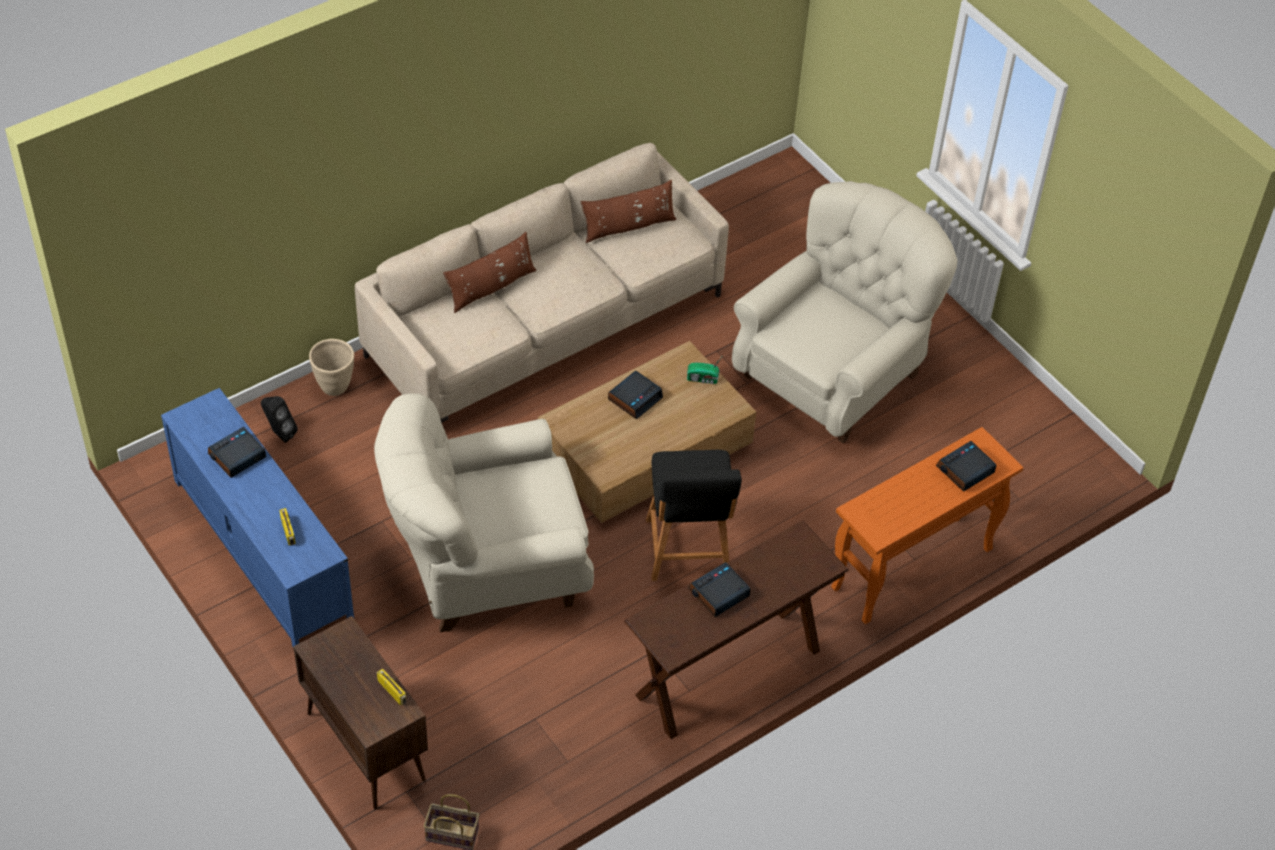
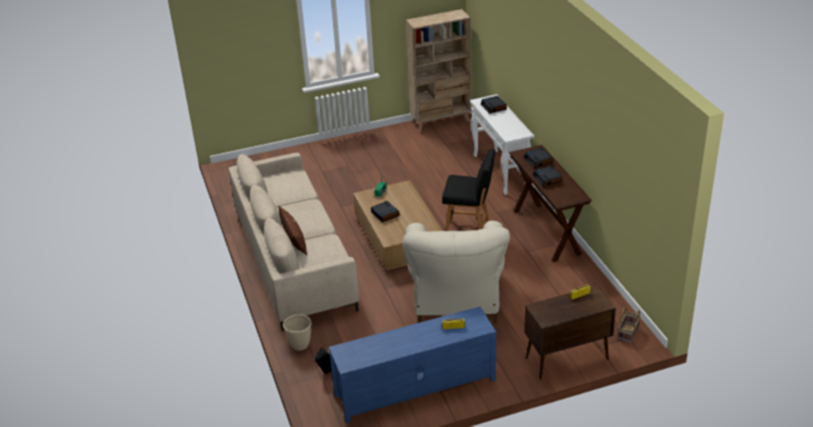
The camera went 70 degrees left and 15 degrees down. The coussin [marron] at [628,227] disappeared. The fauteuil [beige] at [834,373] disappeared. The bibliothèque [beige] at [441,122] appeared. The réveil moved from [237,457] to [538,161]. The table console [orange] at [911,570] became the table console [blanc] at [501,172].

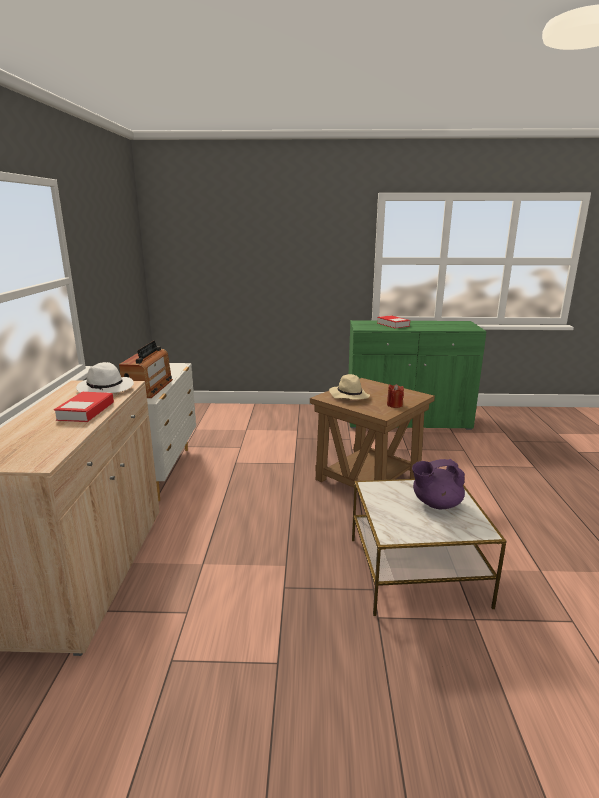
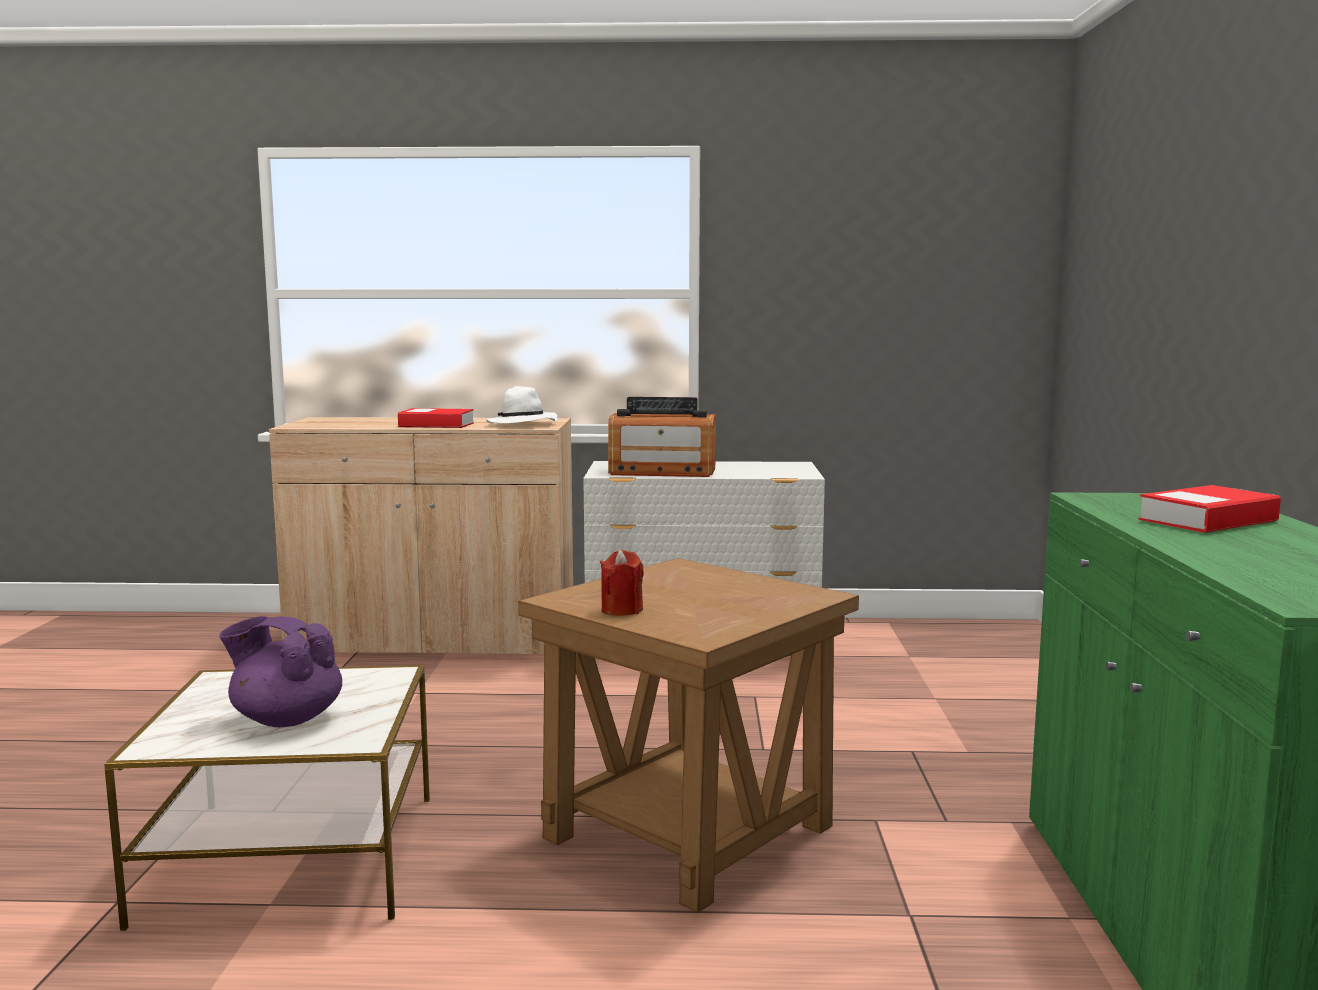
The camera went 90 degrees right and 10 degrees down. The chapeau [beige] at [349,395] disappeared. The théière [violet] at [435,504] turned 60 degrees counterclockwise.

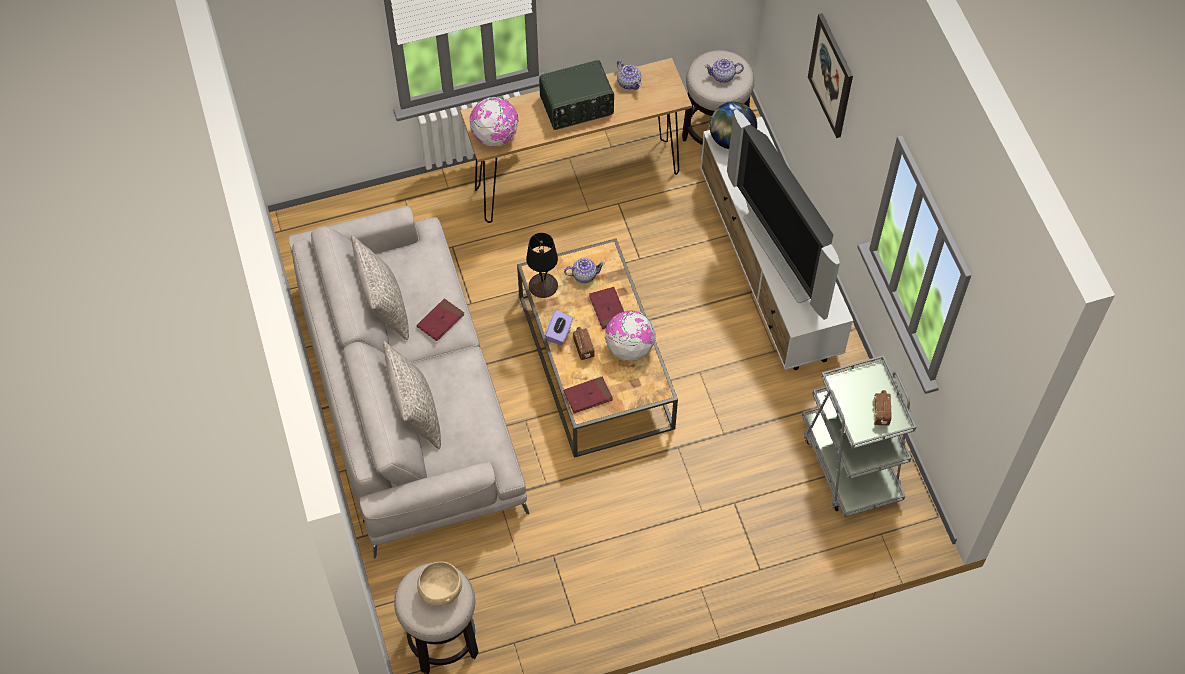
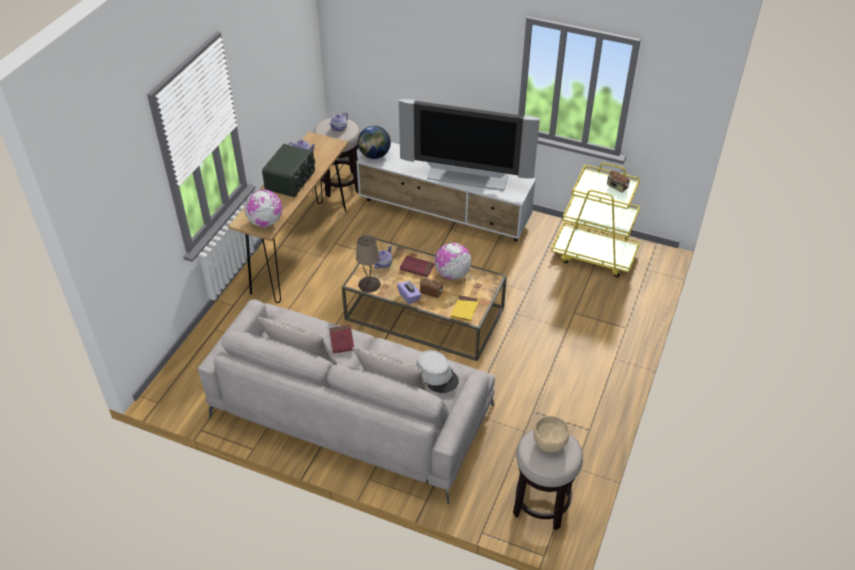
The camera went 50 degrees left and 15 degrees down. The tableau at [831,75] disappeared. The chapeau [gris] at [436,376] appeared. The lampe de table [noir] at [543,285] became the lampe de table [beige] at [369,284]. The livre [rouge] at [588,396] became the livre [jaune] at [464,309]. The chariot [gris] at [850,463] became the chariot [jaune] at [594,255].

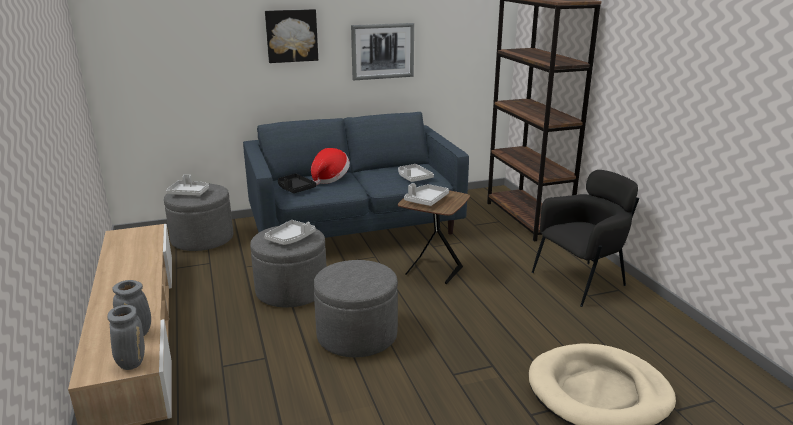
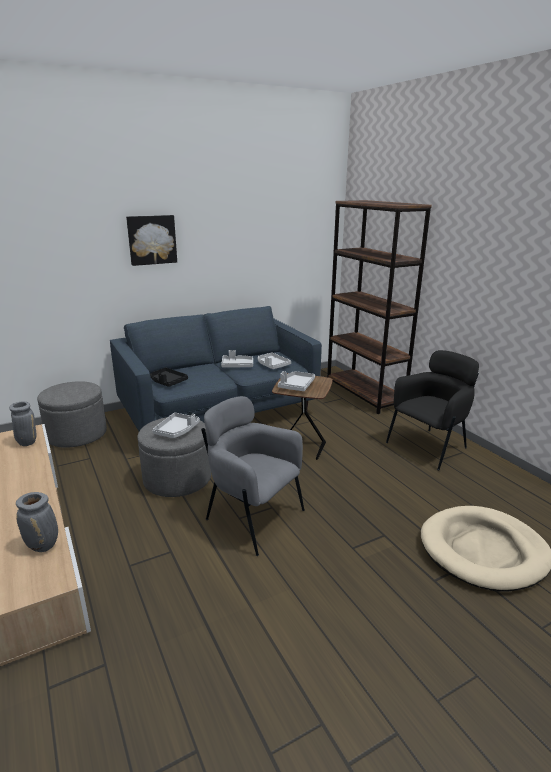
The camera went 10 degrees left and 0 degrees up. The chapeau at [329,178] disappeared. The tableau at [382,51] disappeared. The vase [gris] moved from [131,362] to [27,442]. The plateau [gris] moved from [189,193] to [237,366]. The pouf [gris] at [357,335] was replaced by the fauteuil [gris] at [252,518].

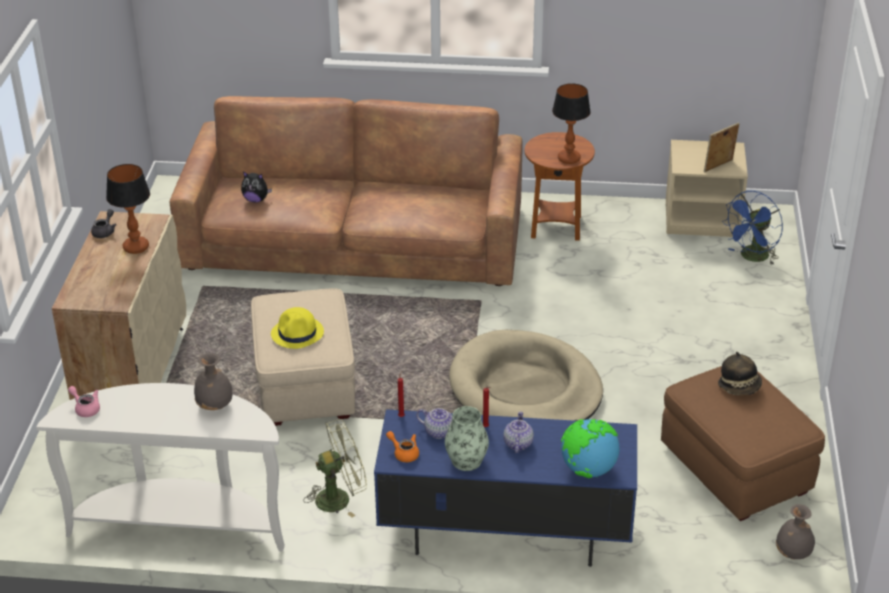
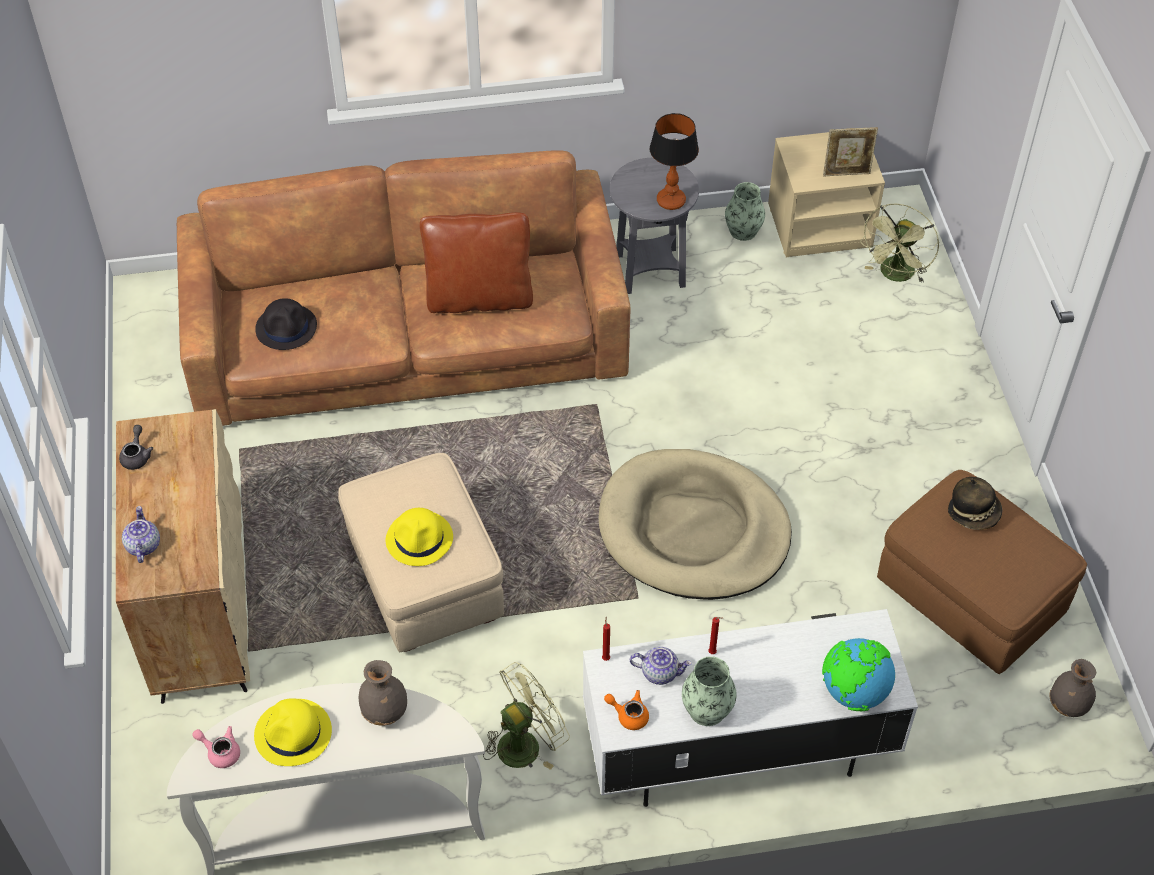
The camera went 15 degrees left and 15 degrees up. The lampe de table at [136,247] disappeared. The chapeau [jaune] at [293,734] appeared. The coussin [marron] at [479,298] appeared. The vase at [743,230] appeared. The théière moved from [517,443] to [143,545]. The peluche at [256,200] was replaced by the chapeau [noir] at [287,327]. The meuble télé [bleu] at [504,532] became the meuble télé [blanc] at [736,750]. The table d'appoint [marron] at [556,227] became the table d'appoint [gris] at [650,270]. The ventilateur [bleu] at [752,258] became the ventilateur [vert] at [895,276]. The cadre photo at [719,167] turned 135 degrees counterclockwise.

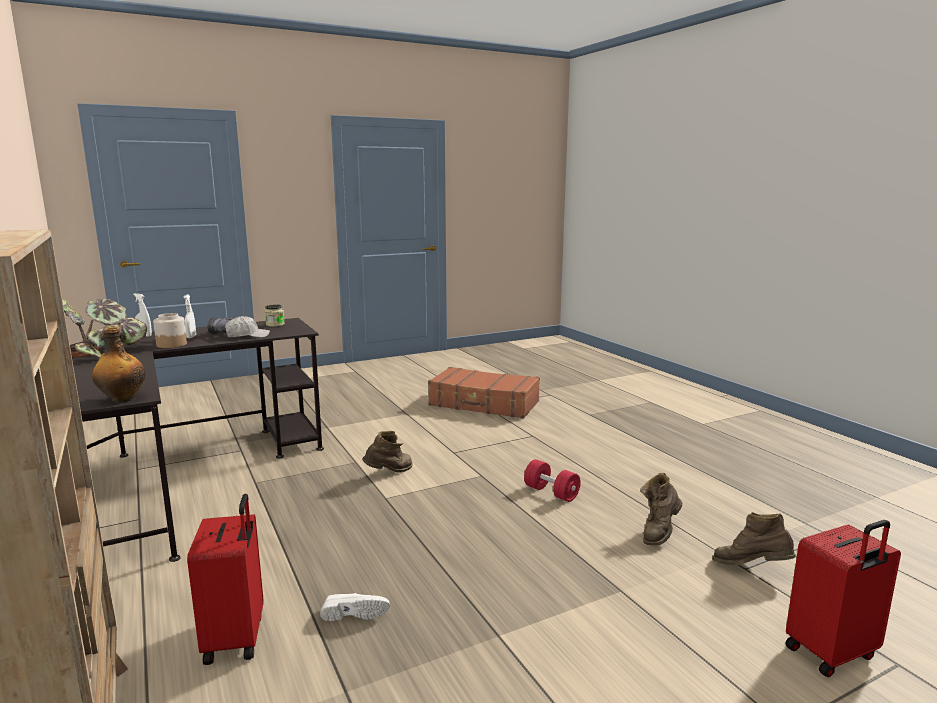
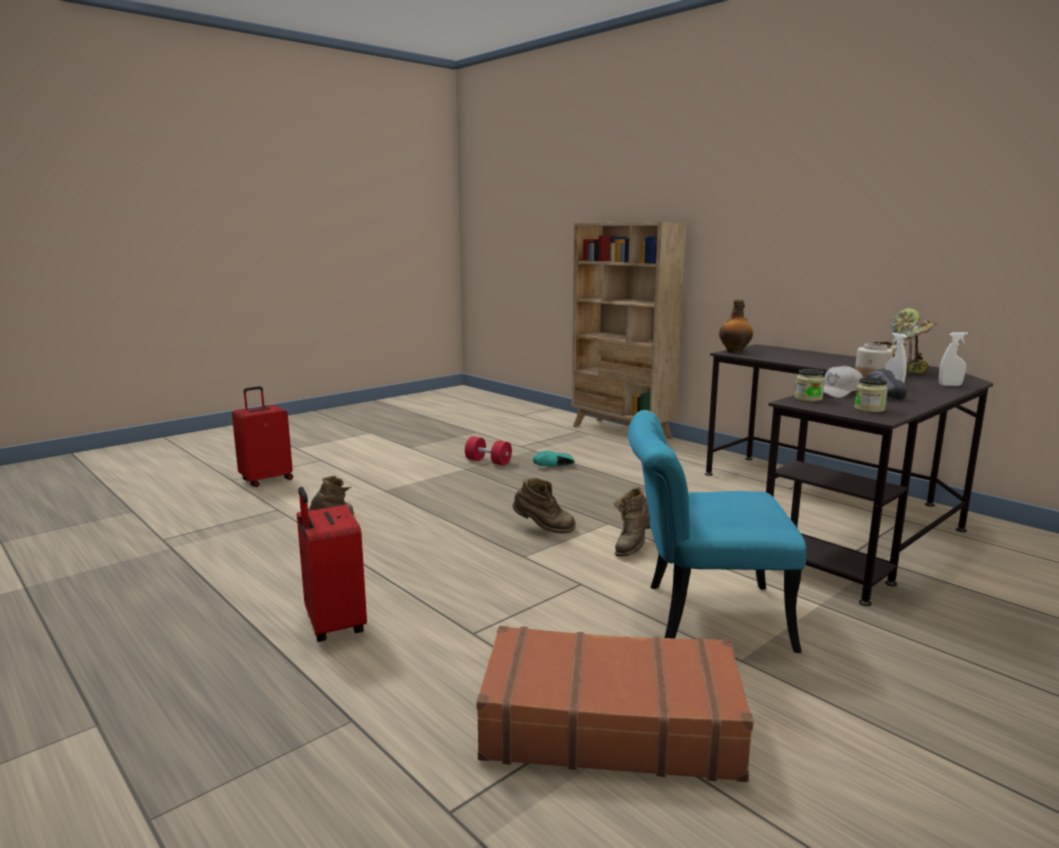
The camera went 165 degrees right and 0 degrees up. The chaise [turquoise] at [700,616] appeared. The bocal at [808,398] appeared. The valise [rouge] moved from [237,638] to [333,625]. The haltère [rouge] moved from [551,492] to [488,462]. The botte [marron] moved from [751,569] to [543,529]. The chaussure [blanc] at [355,613] became the chaussure [turquoise] at [555,467].

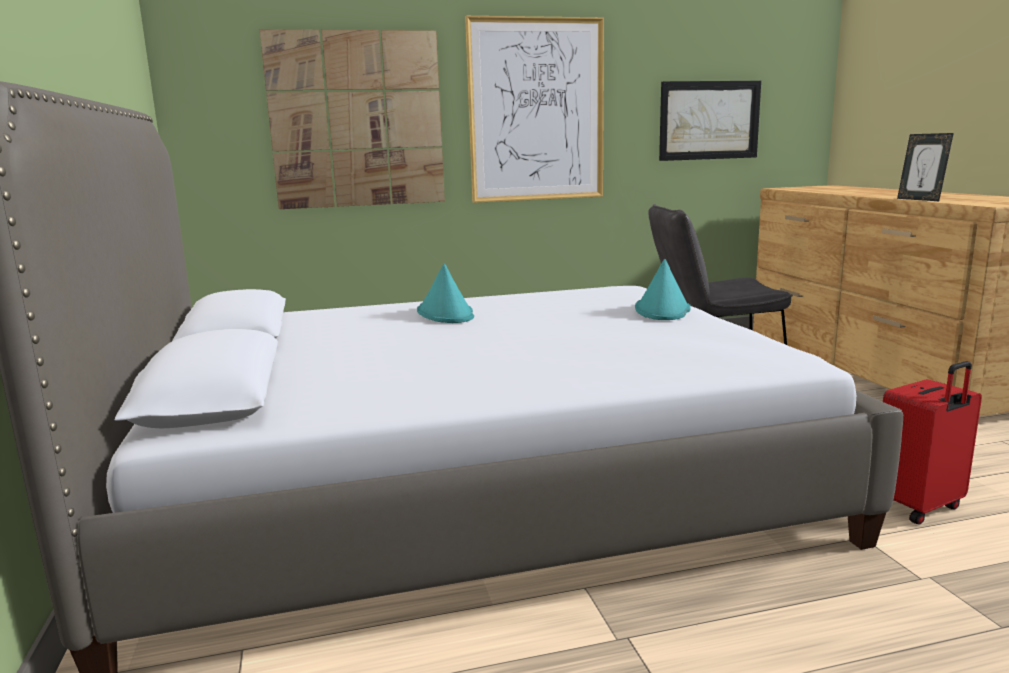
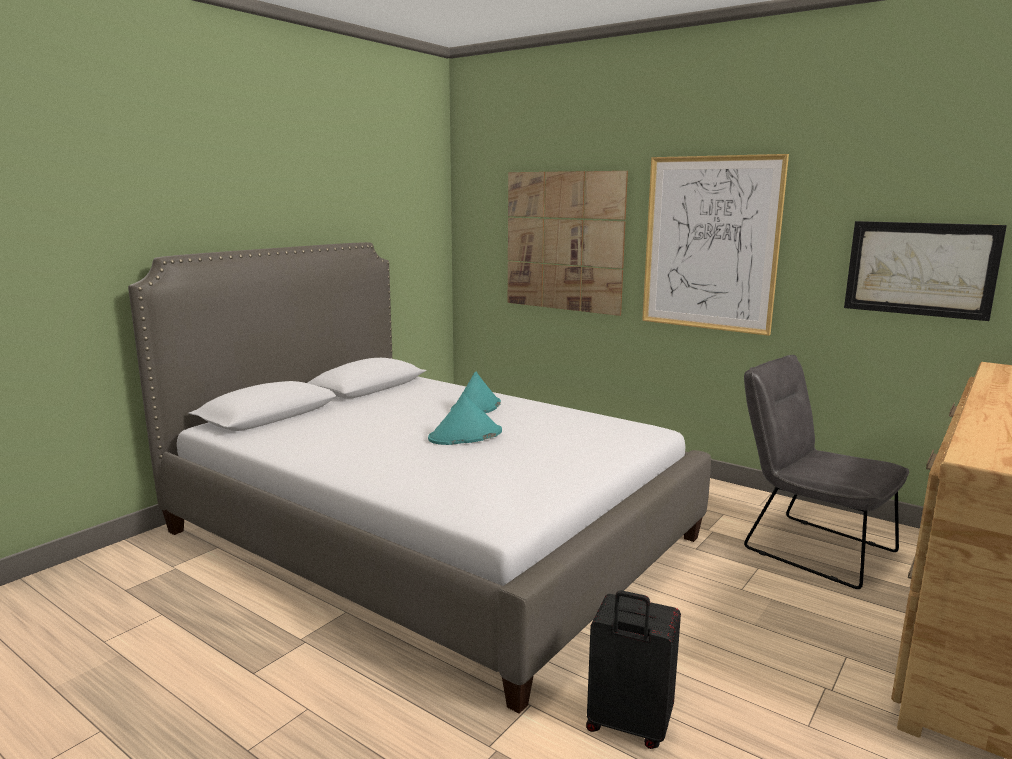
The camera went 50 degrees right and 0 degrees up. The cadre photo at [920,199] disappeared. The chapeau [turquoise] moved from [662,310] to [465,436]. The valise [rouge] at [919,507] became the valise [noir] at [628,726].

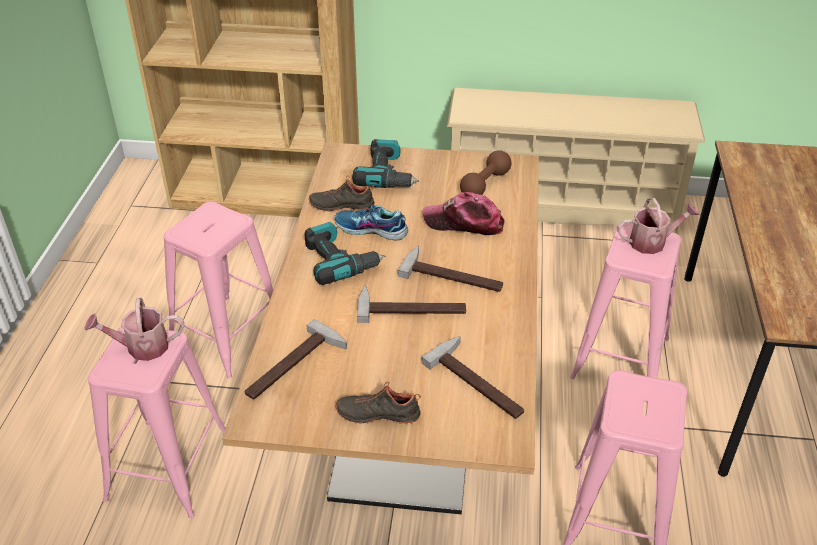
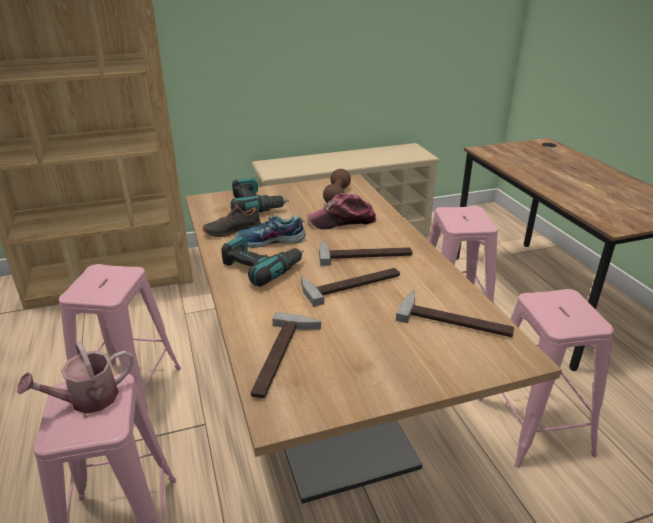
The camera went 25 degrees left and 10 degrees down. The chaussure [noir] at [378,413] disappeared. The arrosoir at [652,242] disappeared.

